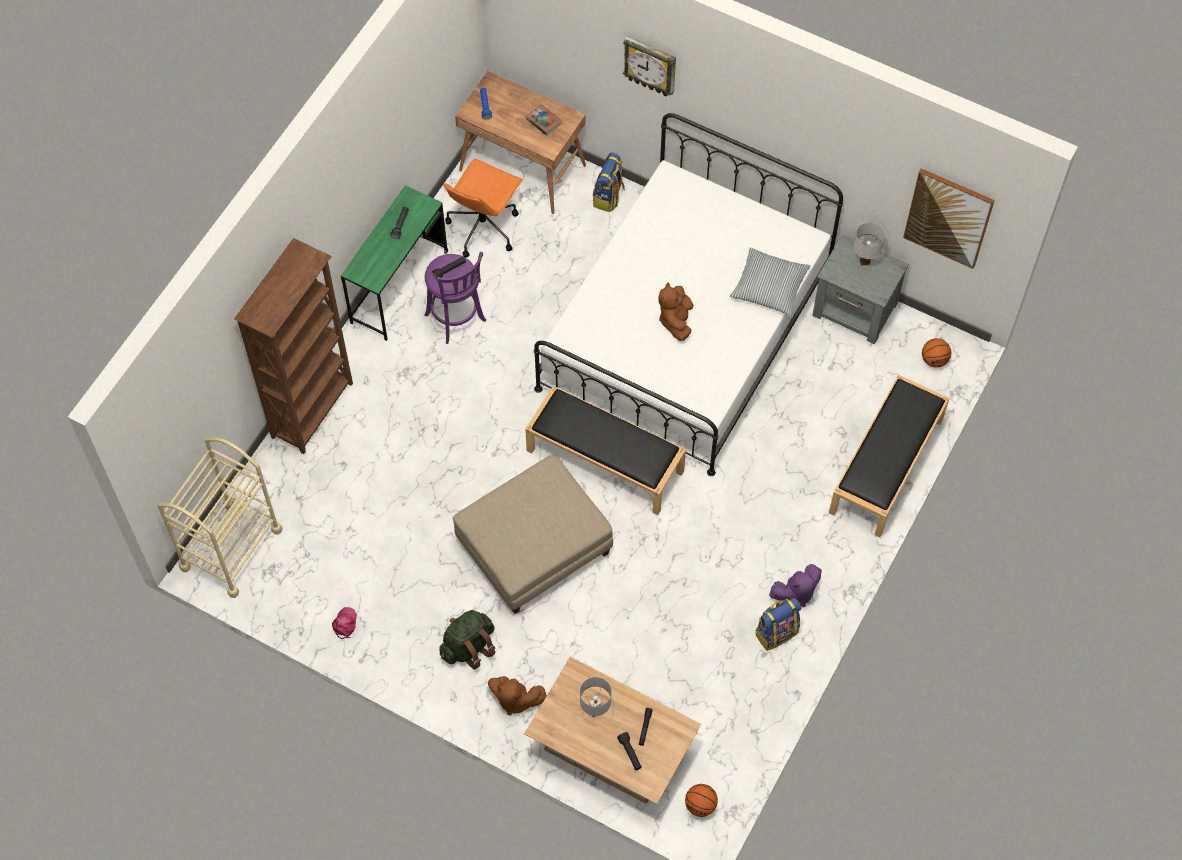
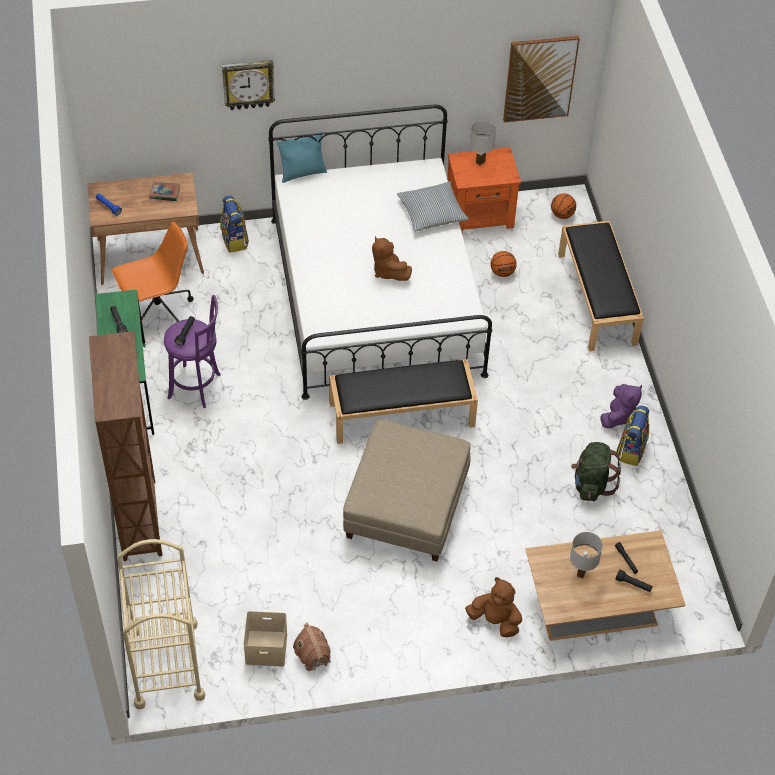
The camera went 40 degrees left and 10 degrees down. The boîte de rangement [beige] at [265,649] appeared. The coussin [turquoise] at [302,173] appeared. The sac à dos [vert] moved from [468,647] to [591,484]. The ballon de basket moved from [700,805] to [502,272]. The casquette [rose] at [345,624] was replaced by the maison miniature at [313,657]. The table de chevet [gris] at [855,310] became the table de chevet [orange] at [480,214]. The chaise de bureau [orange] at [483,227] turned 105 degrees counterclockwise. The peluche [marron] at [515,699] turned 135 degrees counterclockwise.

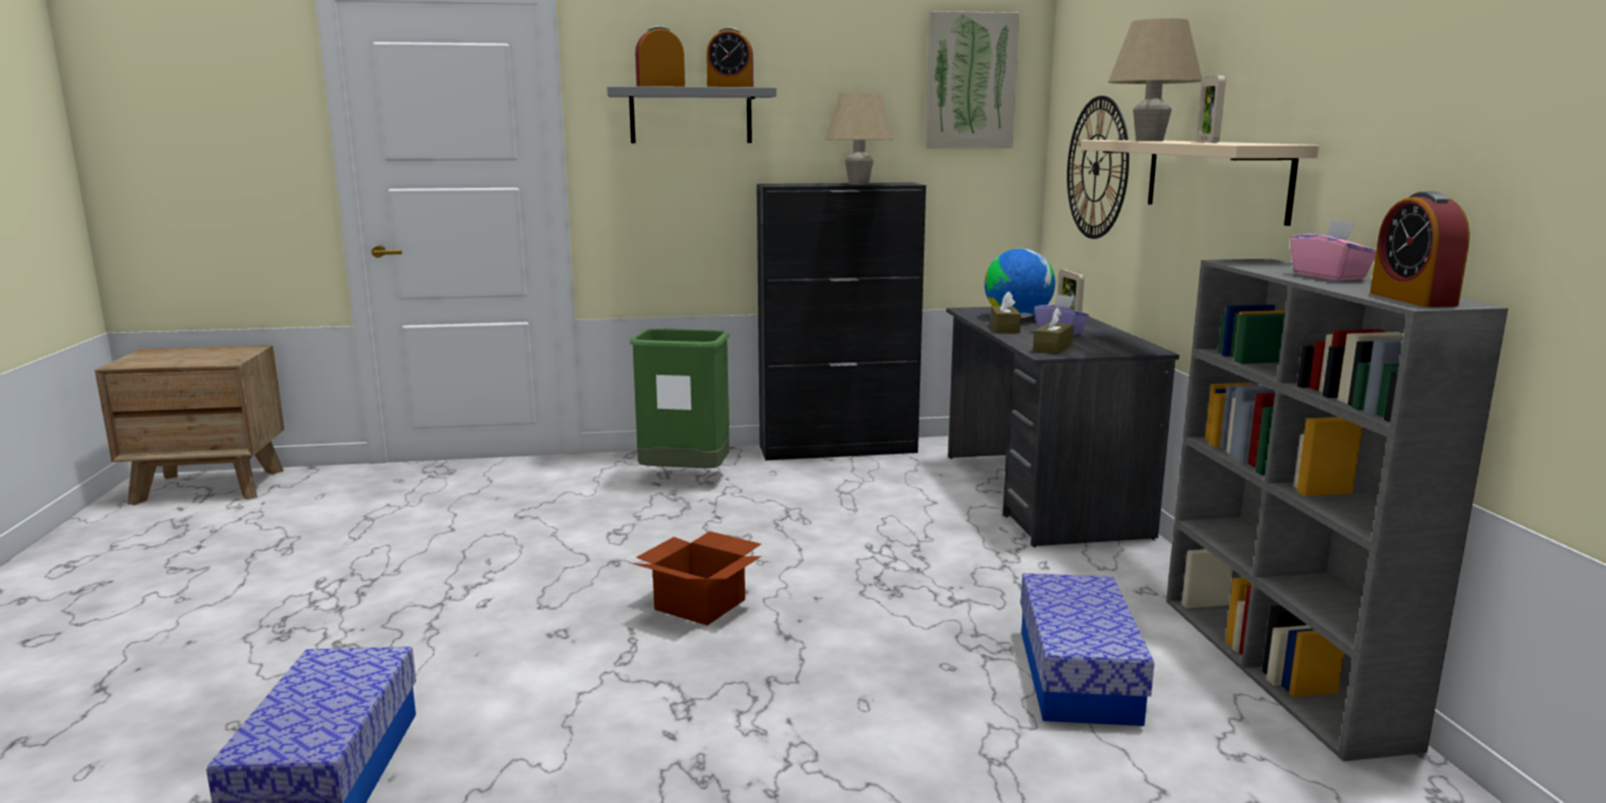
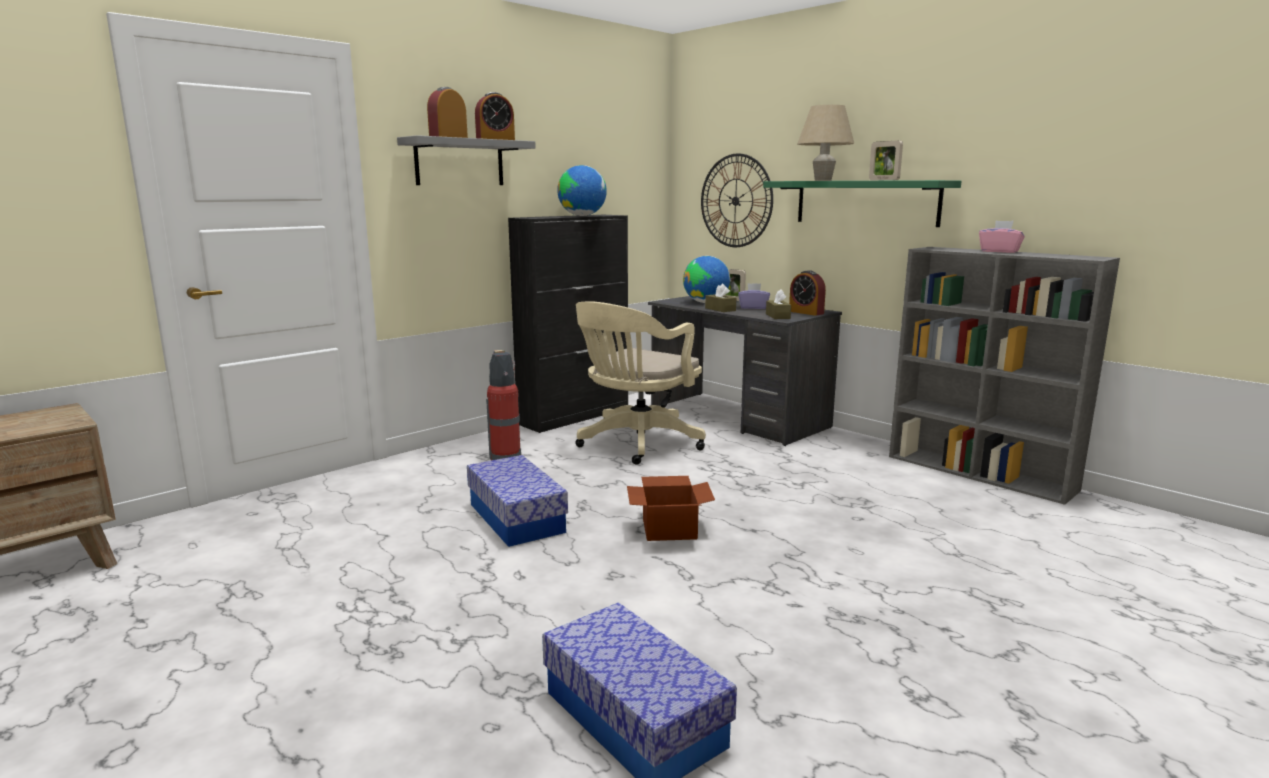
The camera went 35 degrees left and 0 degrees up. The tableau at [970,81] disappeared. The chaise de bureau [beige] at [636,444] appeared. The boîte de rangement moved from [1077,675] to [516,518]. The réveil moved from [1412,299] to [806,312]. The poubelle [vert] at [685,478] was replaced by the extincteur at [505,456]. The lampe de table [beige] at [858,184] was replaced by the globe at [582,215]. The étagère [beige] at [1215,178] became the étagère [vert] at [866,202].

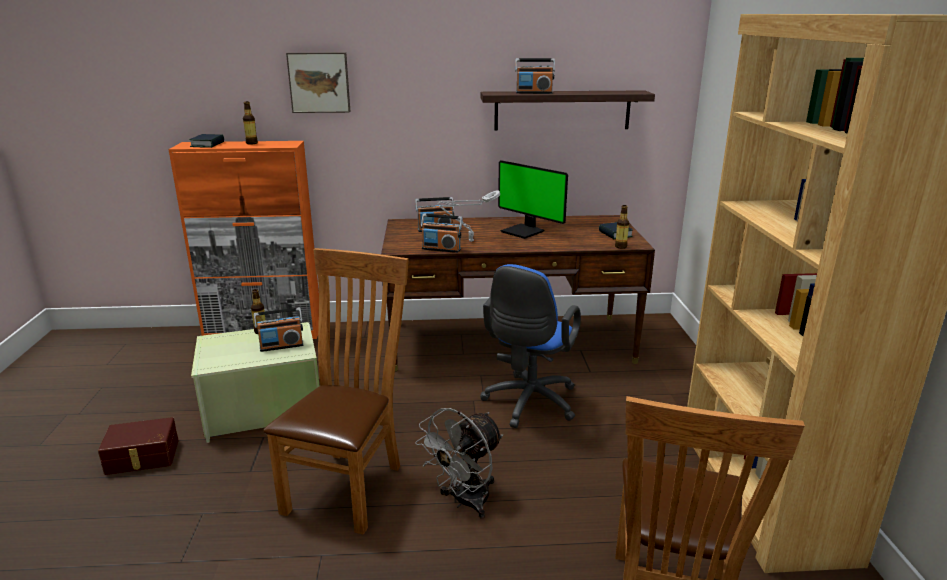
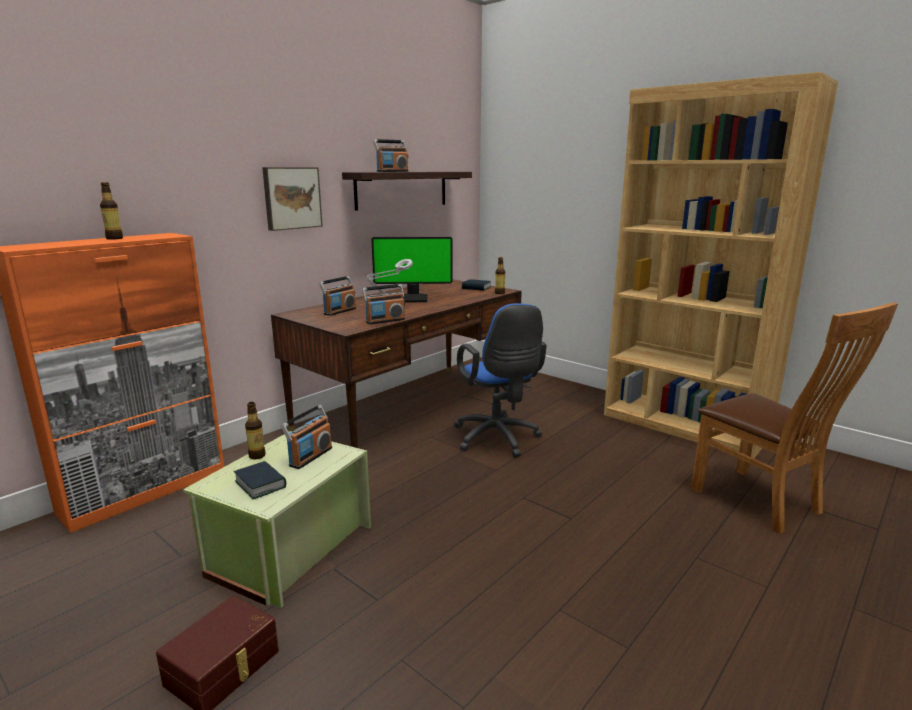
The camera went 45 degrees left and 5 degrees down. The chaise [marron] at [349,485] disappeared. The ventilateur [gris] at [464,502] disappeared. The livre moved from [207,144] to [260,484]. The tableau moved from [319,82] to [291,198].

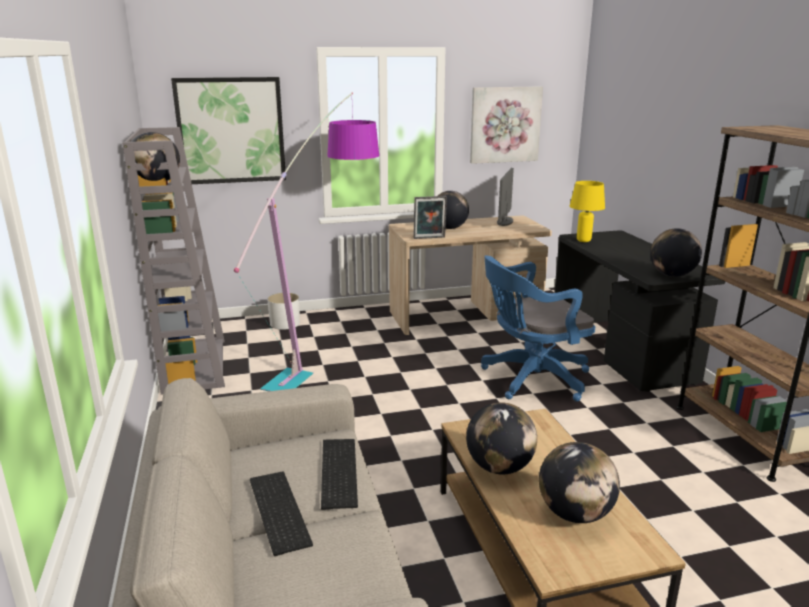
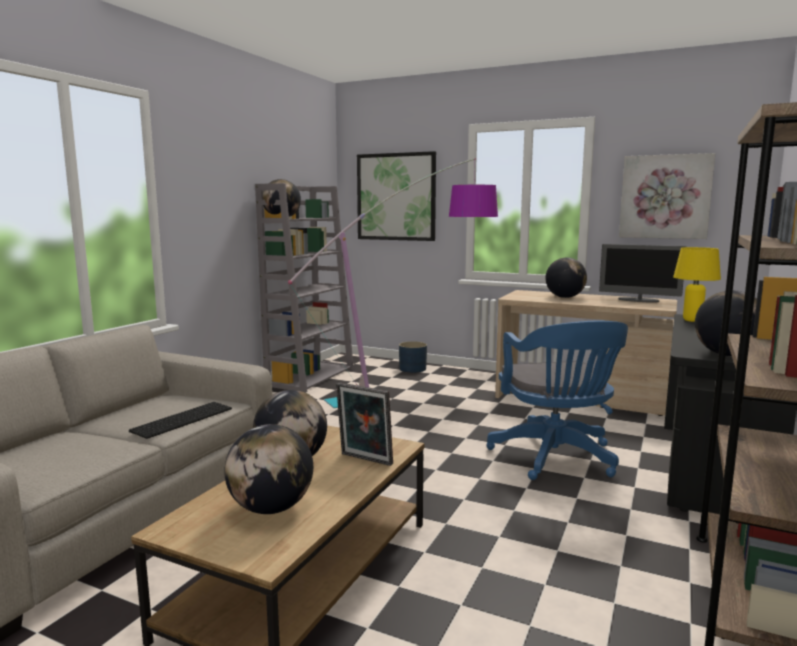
The camera went 40 degrees right and 10 degrees down. The clavier at [276,510] disappeared. The cadre photo moved from [429,238] to [364,460]. The cache-pot [blanc] at [285,323] became the cache-pot [bleu] at [413,369]. The chaise de bureau [bleu] at [530,379] turned 120 degrees counterclockwise. The écran d'ordinateur at [505,222] turned 120 degrees counterclockwise.

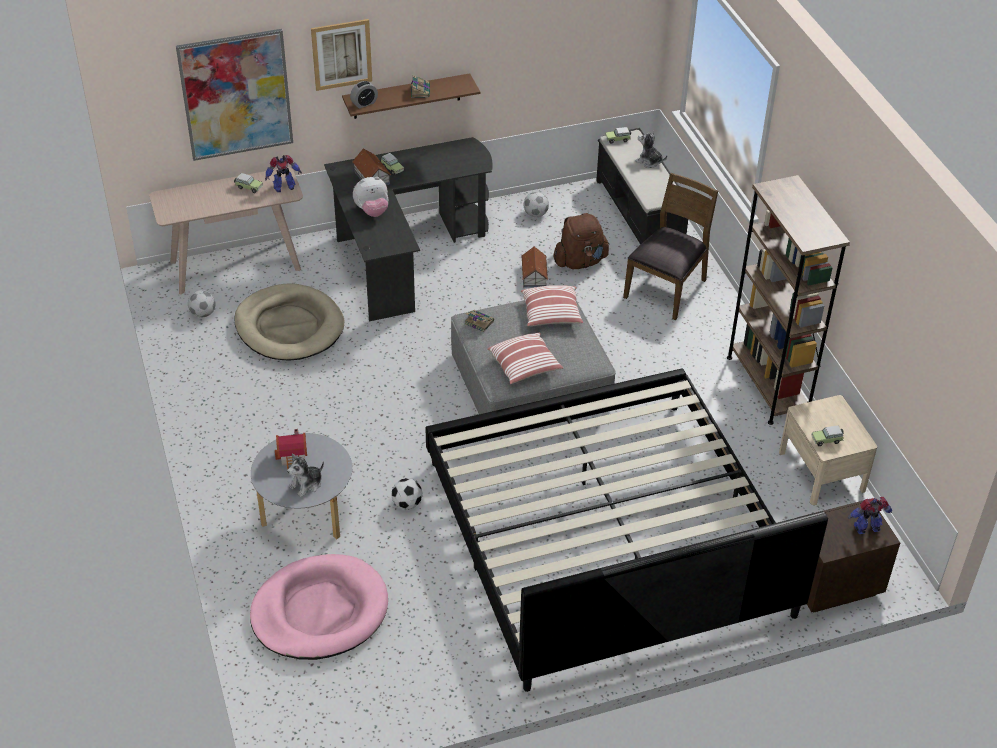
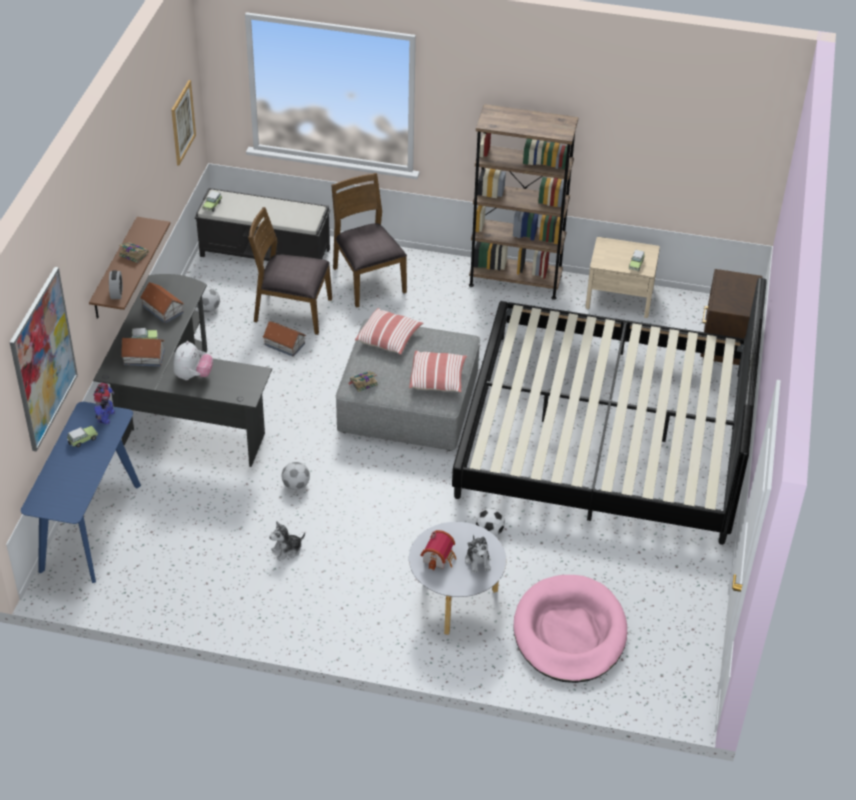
The camera went 60 degrees left and 0 degrees up. The panier pour chien [beige] at [289,327] disappeared. The robot jouet at [867,529] disappeared. The maison miniature at [162,309] appeared. The ballon de foot moved from [203,314] to [296,485]. The tableau moved from [341,54] to [182,122]. The peluche moved from [649,161] to [287,550]. The sac à dos [marron] at [580,262] was replaced by the chaise [marron] at [292,311]. The table console [beige] at [235,265] became the table console [bleu] at [90,527].

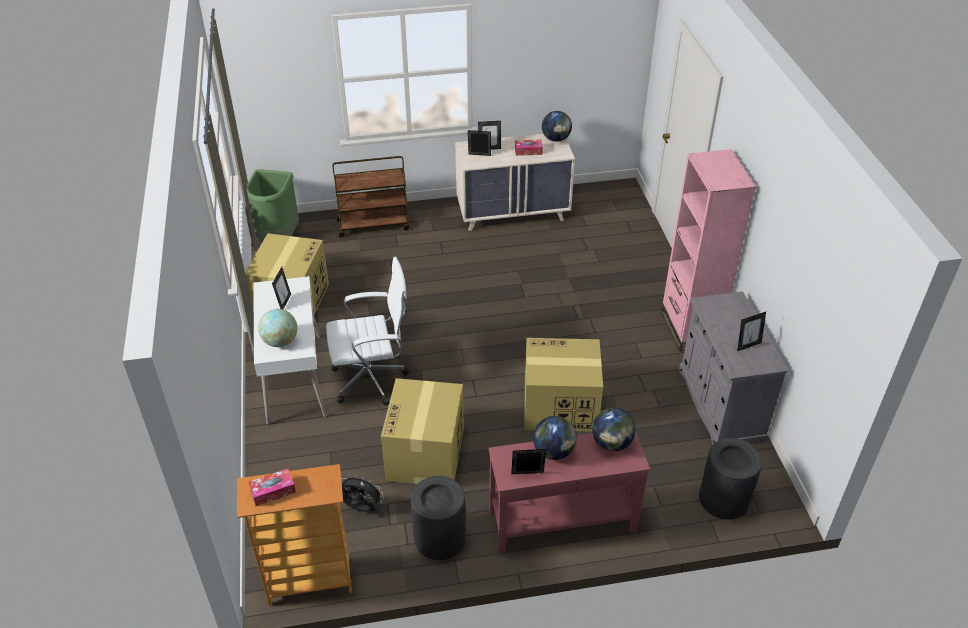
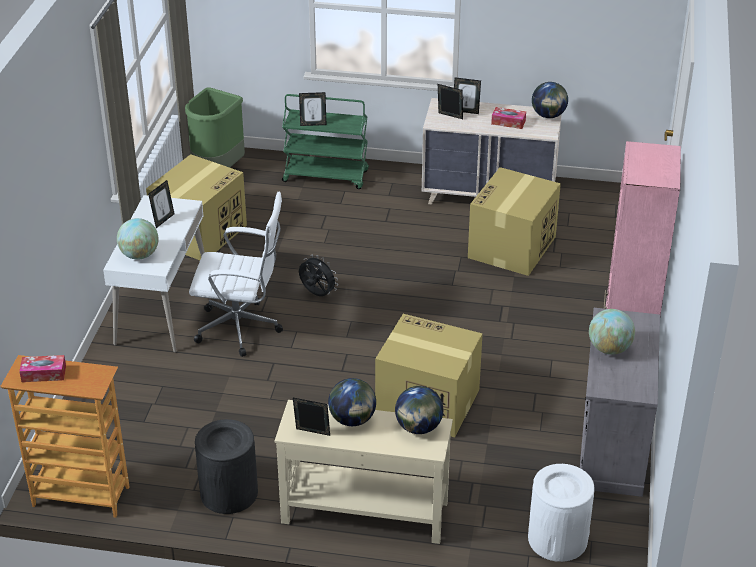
The camera went 20 degrees right and 5 degrees down. The globe at [609,349] appeared. The ventilateur [noir] moved from [361,509] to [317,294]. The carton moved from [425,455] to [511,248]. The cadre photo moved from [748,345] to [313,124]. The chariot [marron] at [374,225] became the chariot [vert] at [326,176]. The table console [rouge] at [561,521] became the table console [beige] at [364,512]. The poubelle [noir] at [724,498] became the poubelle [blanc] at [557,538].

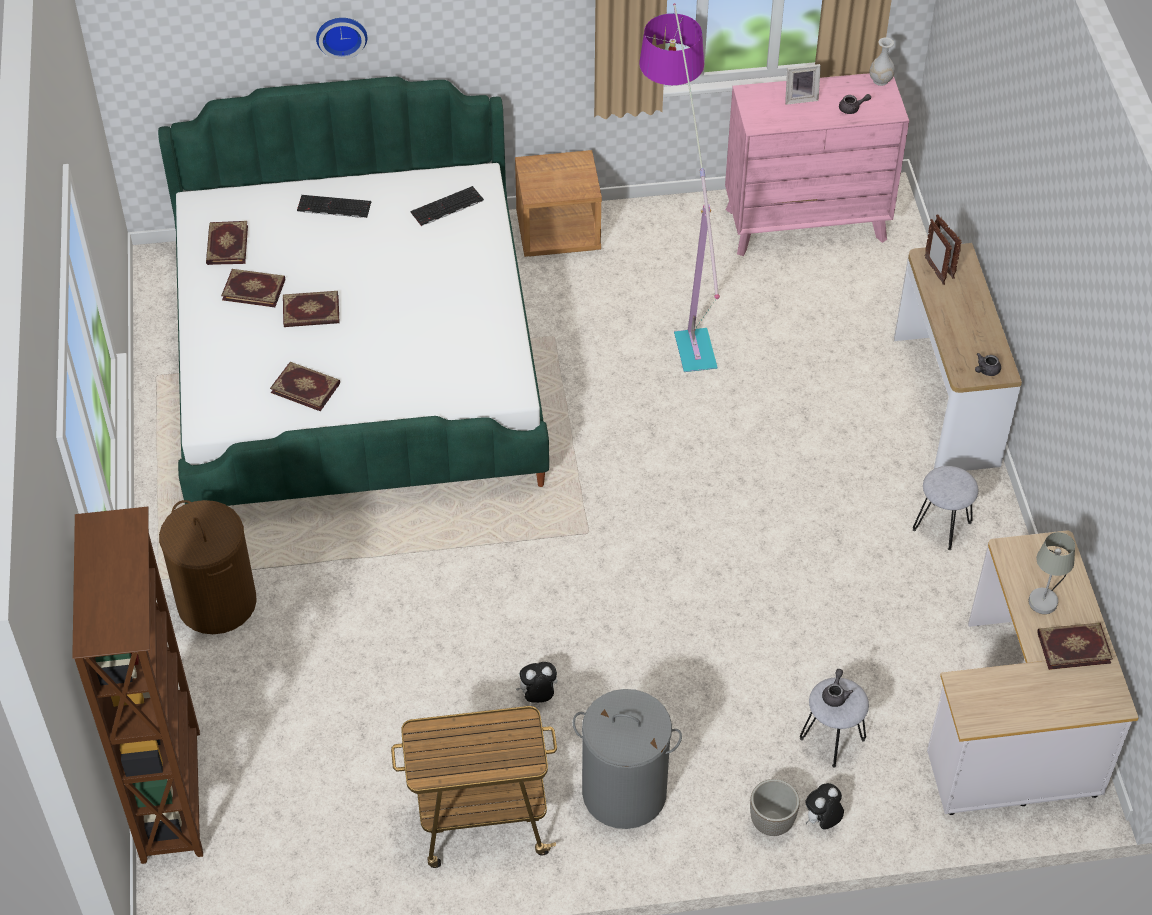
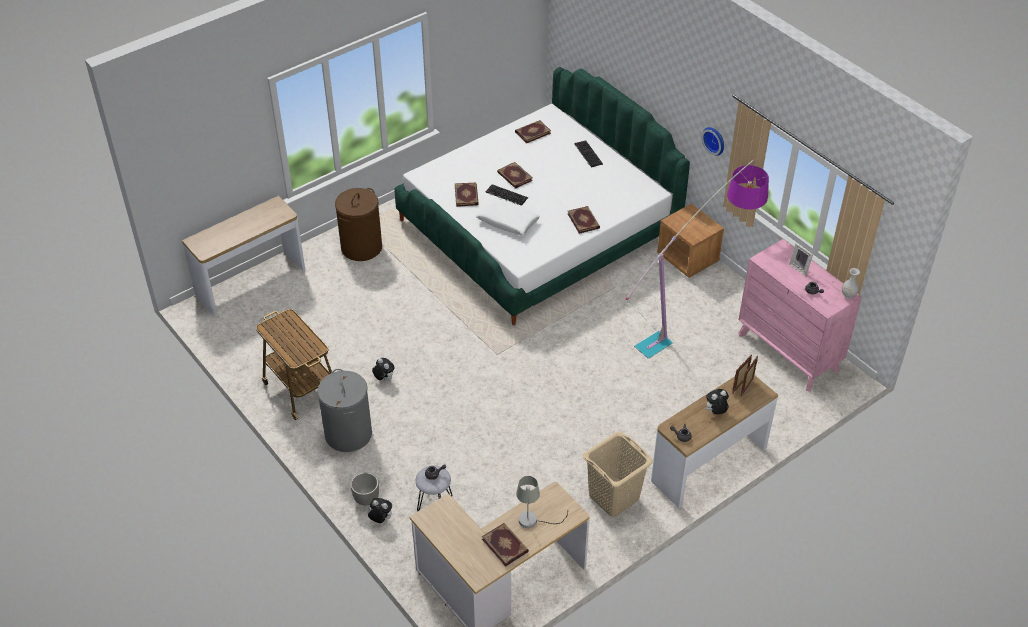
The camera went 60 degrees right and 5 degrees down. The coussin [blanc] at [507,222] appeared. The peluche at [715,412] appeared. The livre moved from [254,289] to [584,221]. The horloge murale moved from [341,35] to [715,140]. The clavier moved from [446,207] to [505,195]. The bibliothèque [marron] at [172,794] was replaced by the table console at [251,282]. The tabouret [gris] at [941,526] was replaced by the panier à linge [beige] at [613,497].

